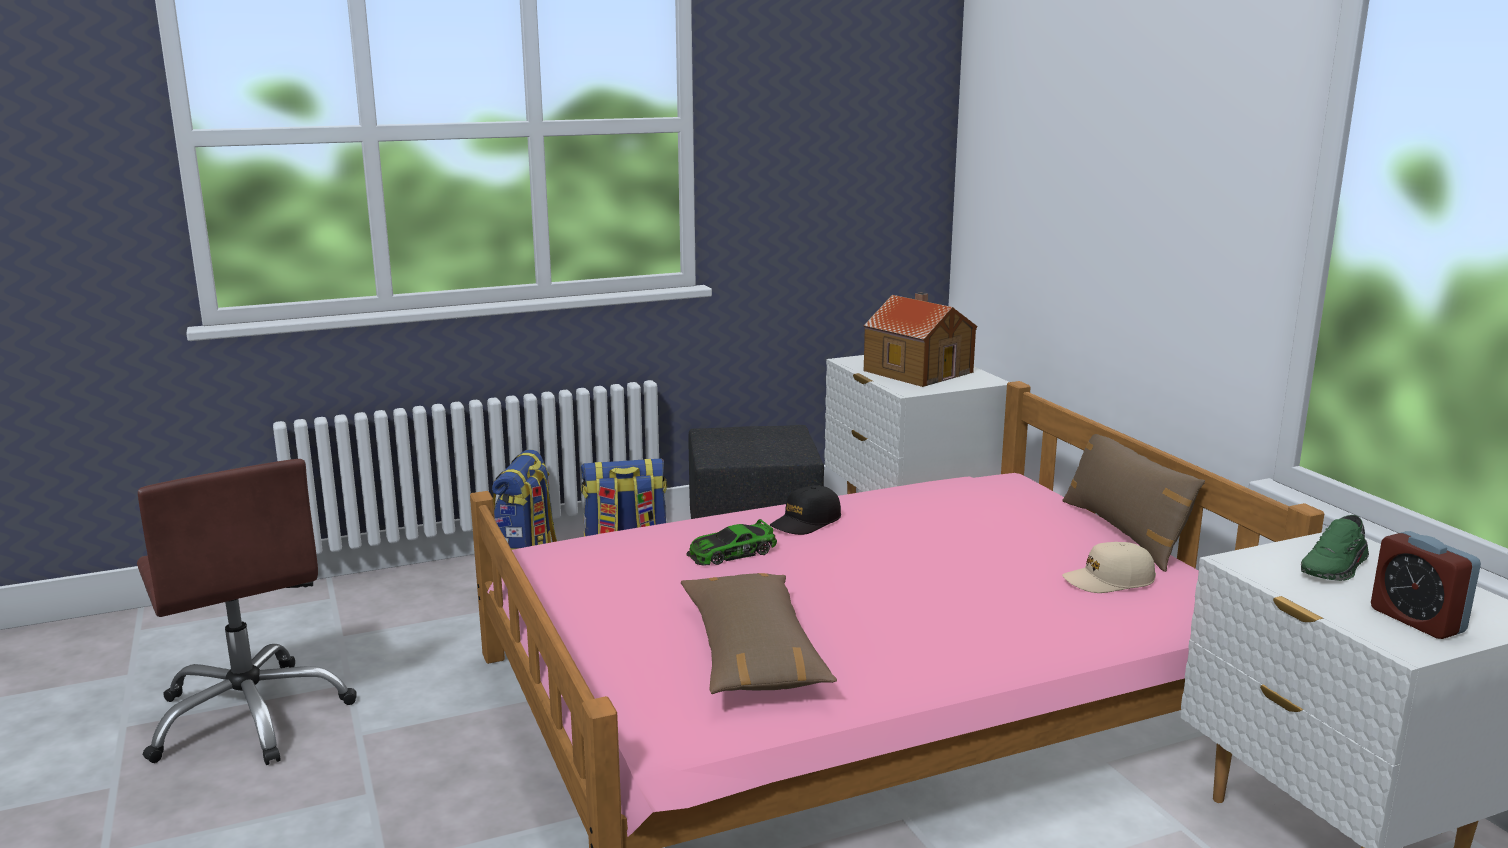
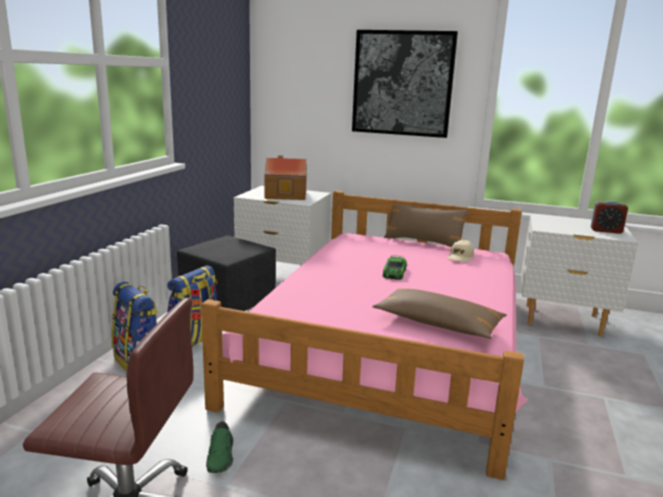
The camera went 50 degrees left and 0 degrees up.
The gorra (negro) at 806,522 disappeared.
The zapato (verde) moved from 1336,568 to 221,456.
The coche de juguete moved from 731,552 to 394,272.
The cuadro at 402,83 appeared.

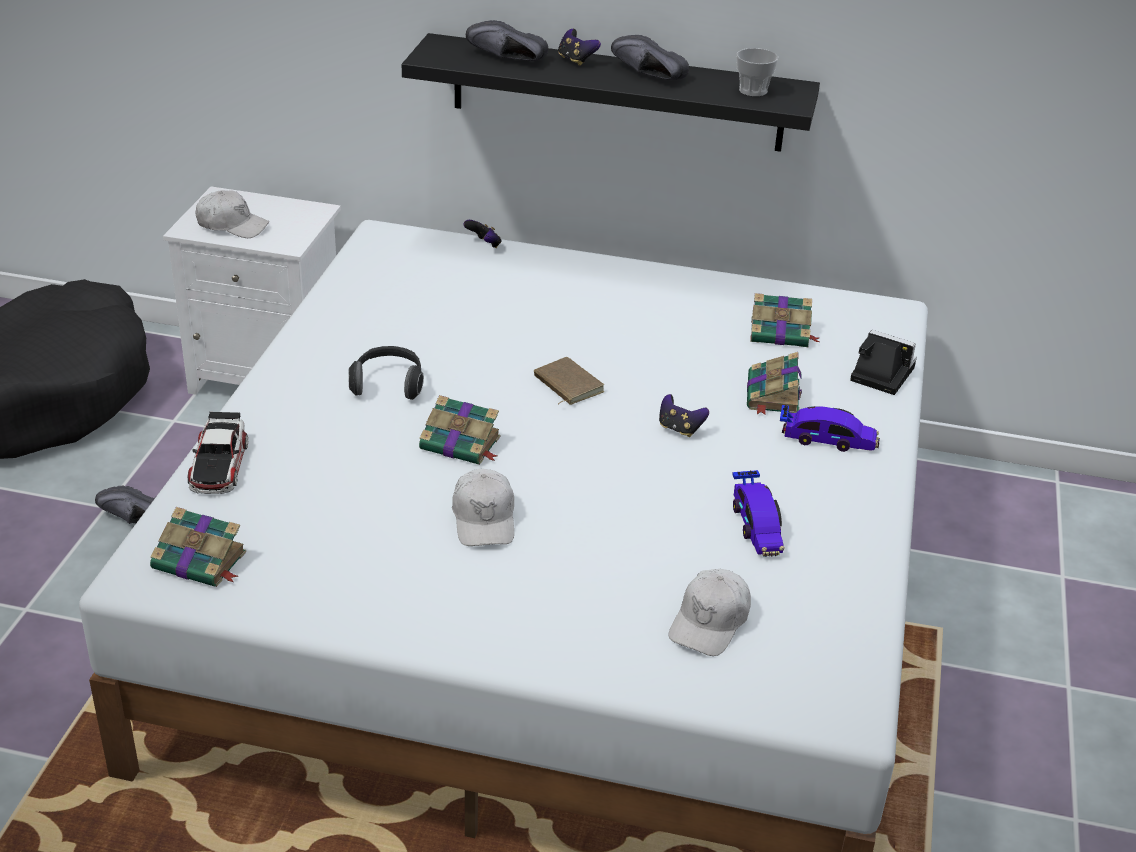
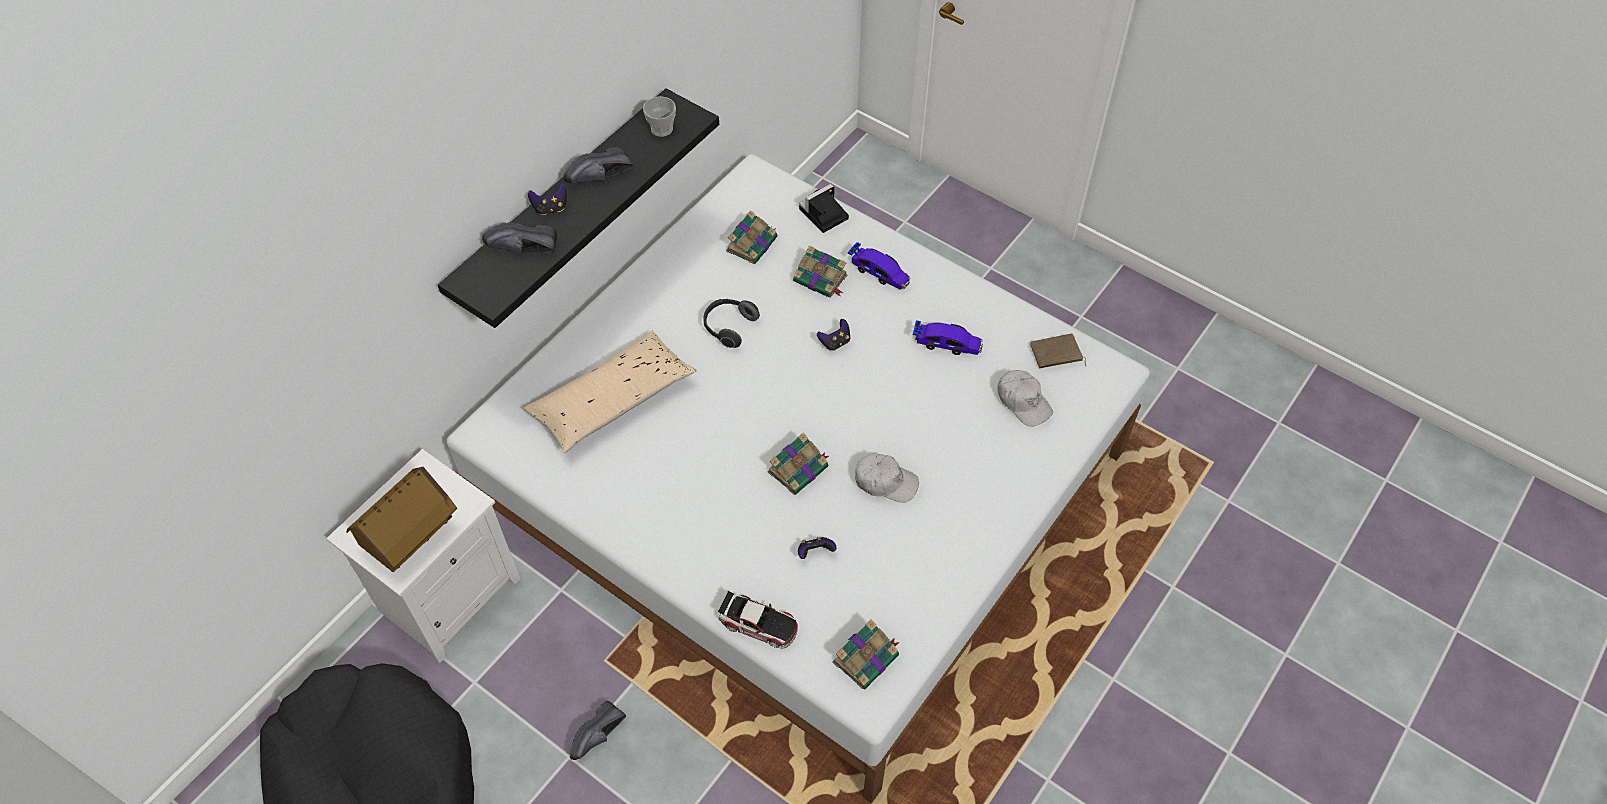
The camera went 65 degrees left and 20 degrees up.
The zapato (negro) at 505,59 turned 45 degrees clockwise.
The gorra (blanco) at 232,225 was replaced by the casita at 411,537.
The mando de consola moved from 484,245 to 815,552.
The auriculares moved from 388,384 to 728,327.
The libro (marrón) moved from 566,385 to 1056,354.
The coche de juguete at 827,439 turned 90 degrees clockwise.
The cojín (beis) at 612,400 appeared.

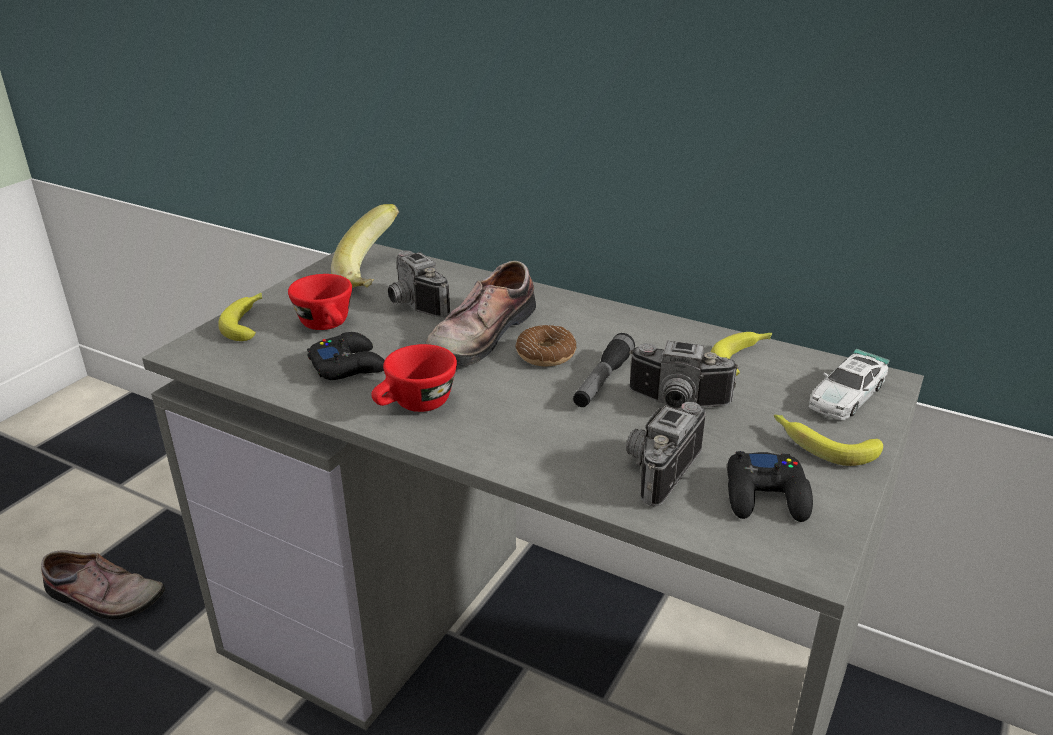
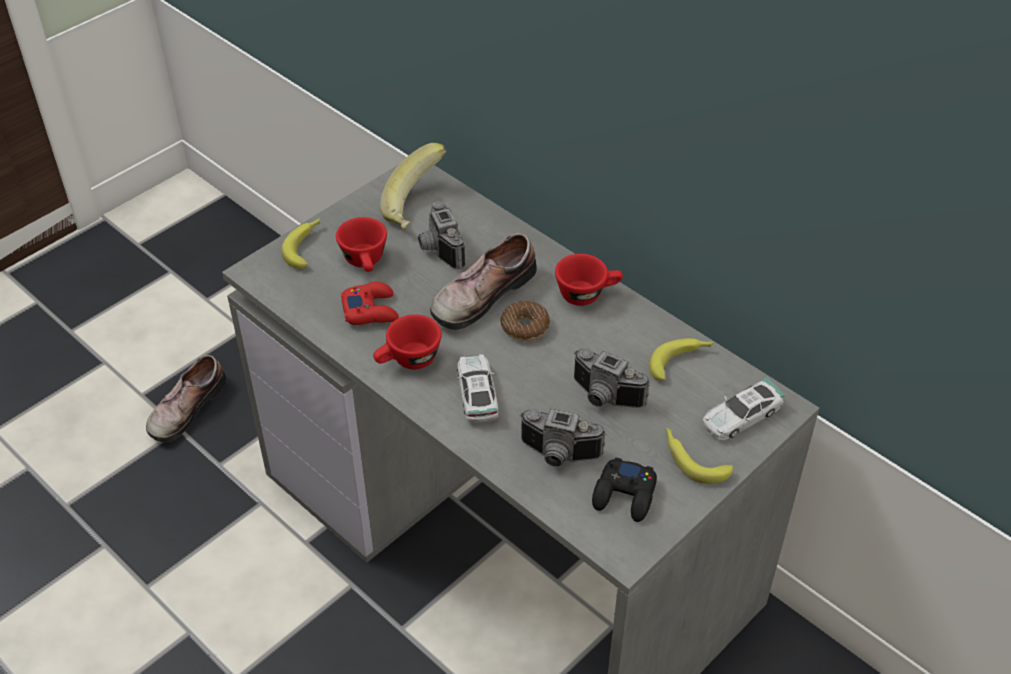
The camera went 15 degrees right and 15 degrees up.
The mando de consola (negro) at 348,365 became the mando de consola (rojo) at 371,310.
The linterna at 602,380 disappeared.
The cámara at 655,469 turned 120 degrees counterclockwise.
The zapato at 103,598 turned 90 degrees clockwise.
The taza (rojo) at 587,293 appeared.
The coche de juguete at 477,393 appeared.

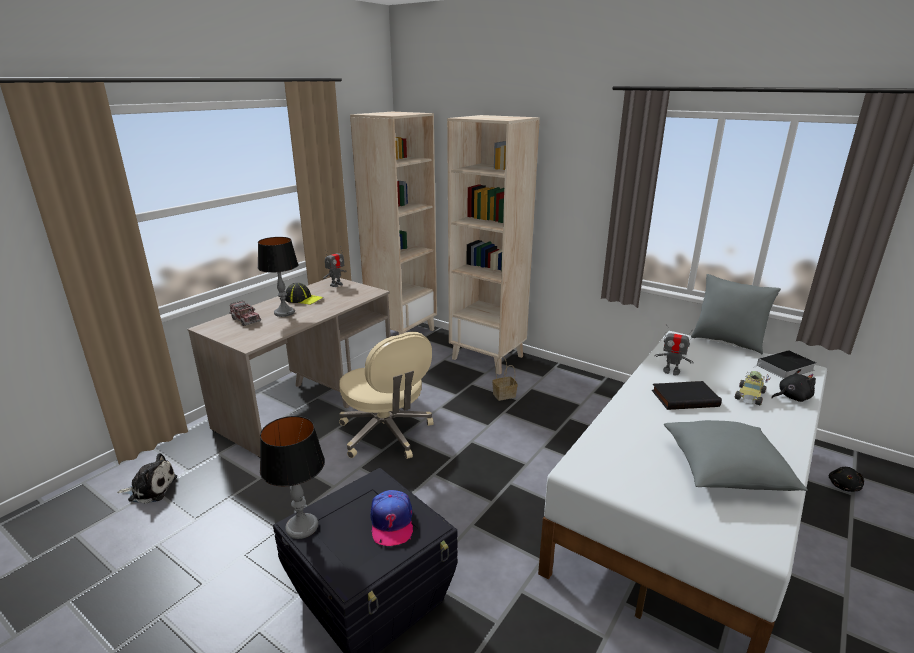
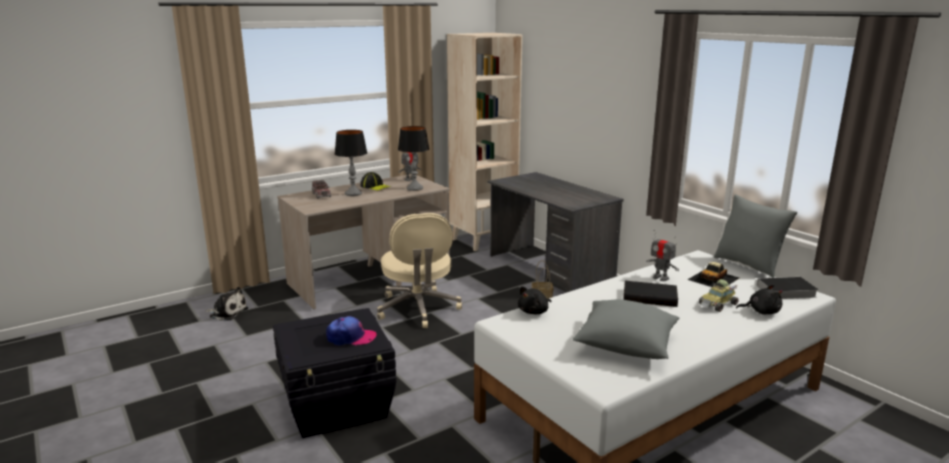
The camera went 20 degrees right and 5 degrees down.
The estantería (beis) at 488,357 was replaced by the escritorio (gris) at 549,269.
The lámpara de mesa moved from 302,527 to 414,188.
The peluche (negro) moved from 843,486 to 534,312.
The gorra at 391,522 turned 105 degrees counterclockwise.
The coche de juguete at 714,278 appeared.

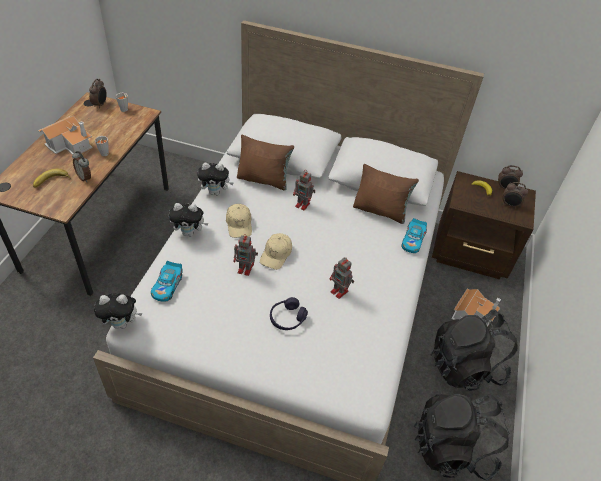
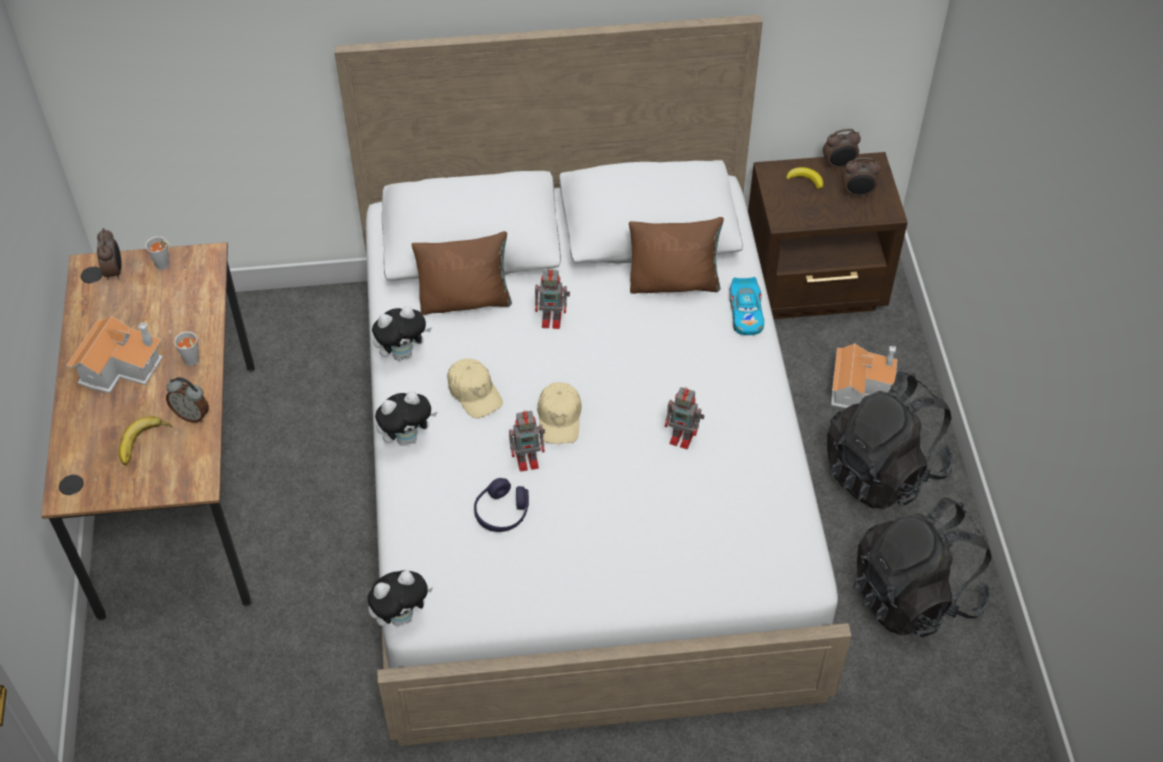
The camera went 20 degrees left and 5 degrees up.
The coche de juguete at 167,286 disappeared.
The auriculares (morado) moved from 287,318 to 502,512.

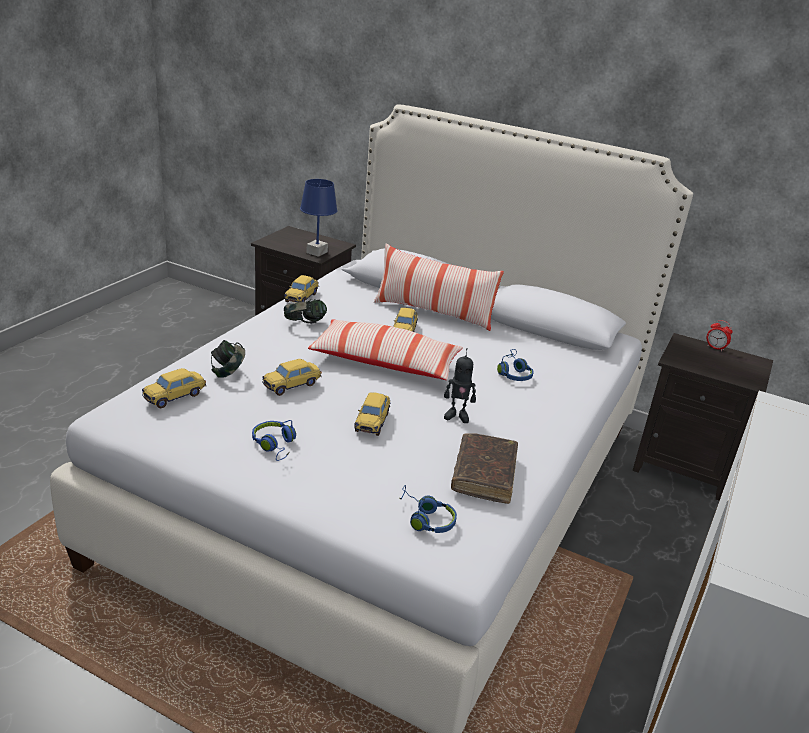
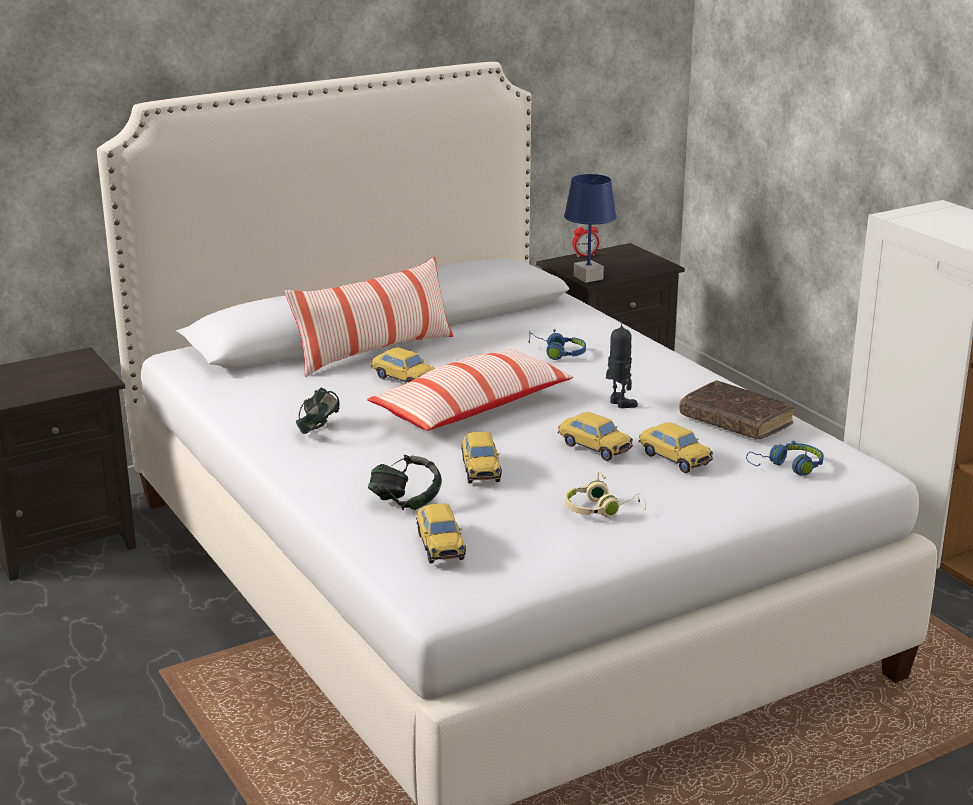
The camera went 55 degrees left and 5 degrees down.
The lámpara de mesa (azul) moved from 317,252 to 587,277.
The coche de juguete moved from 301,297 to 674,459.
The robot de juguete at 457,416 turned 75 degrees counterclockwise.
The auriculares (azul) at 275,445 became the auriculares (beis) at 601,509.

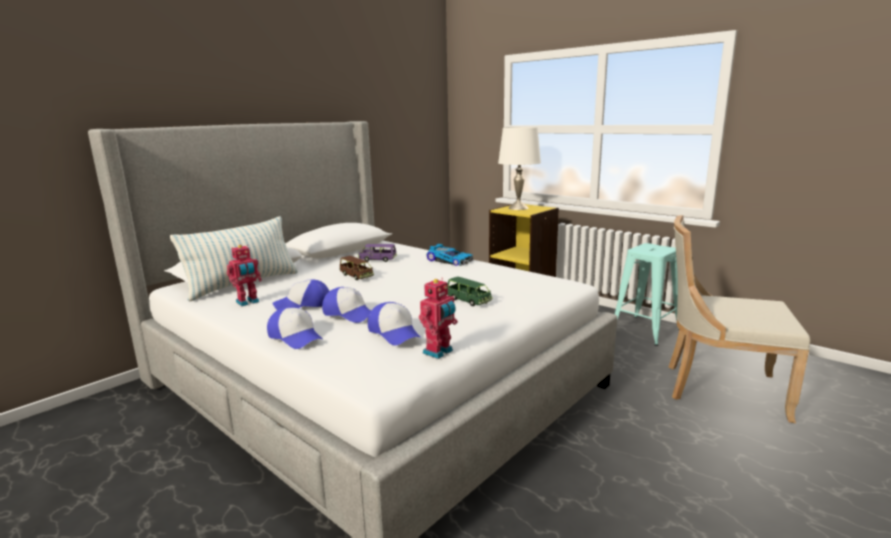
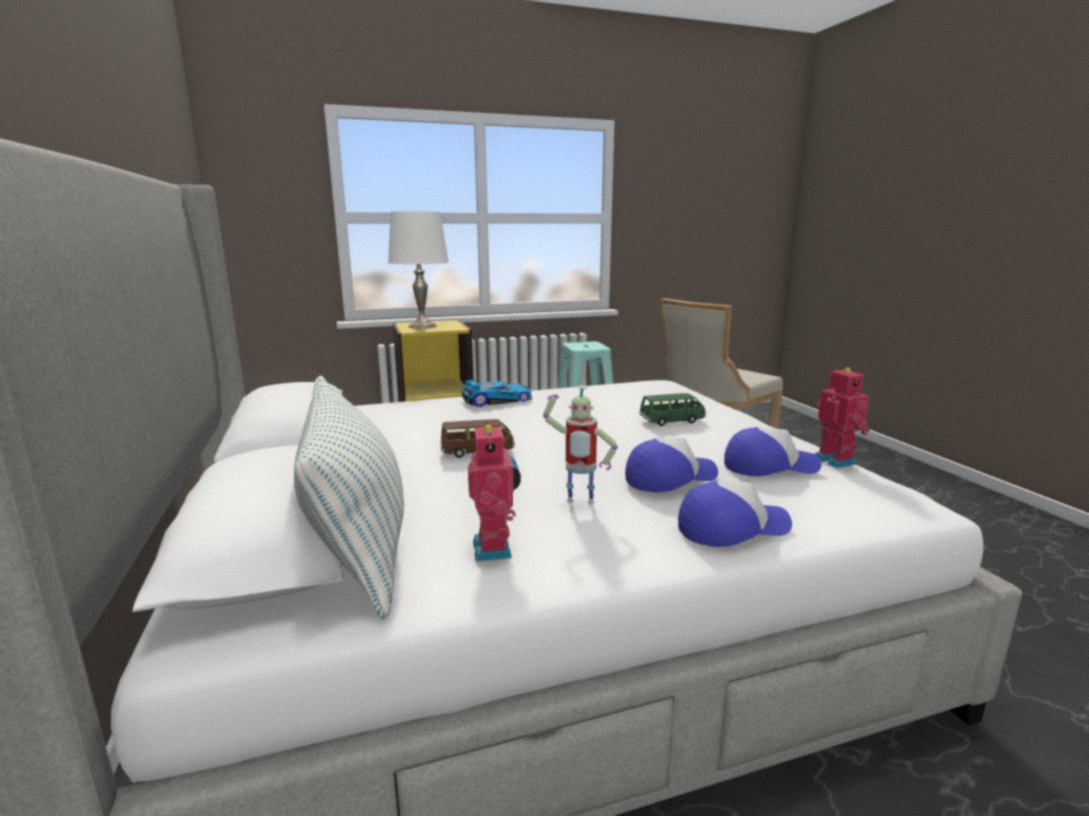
The camera went 60 degrees left and 0 degrees up.
The coche de juguete (morado) at 377,259 disappeared.
The gorra at 303,304 was replaced by the robot de juguete at 579,503.

